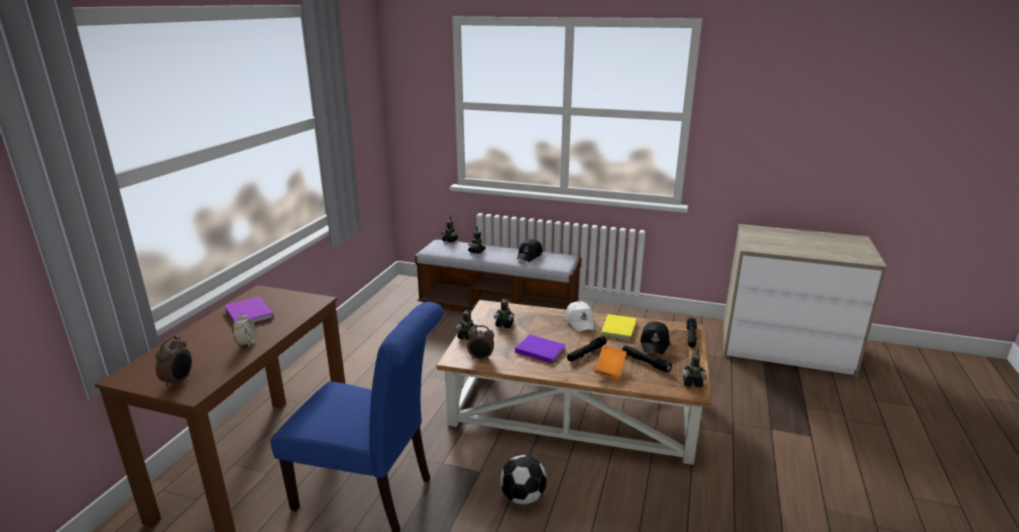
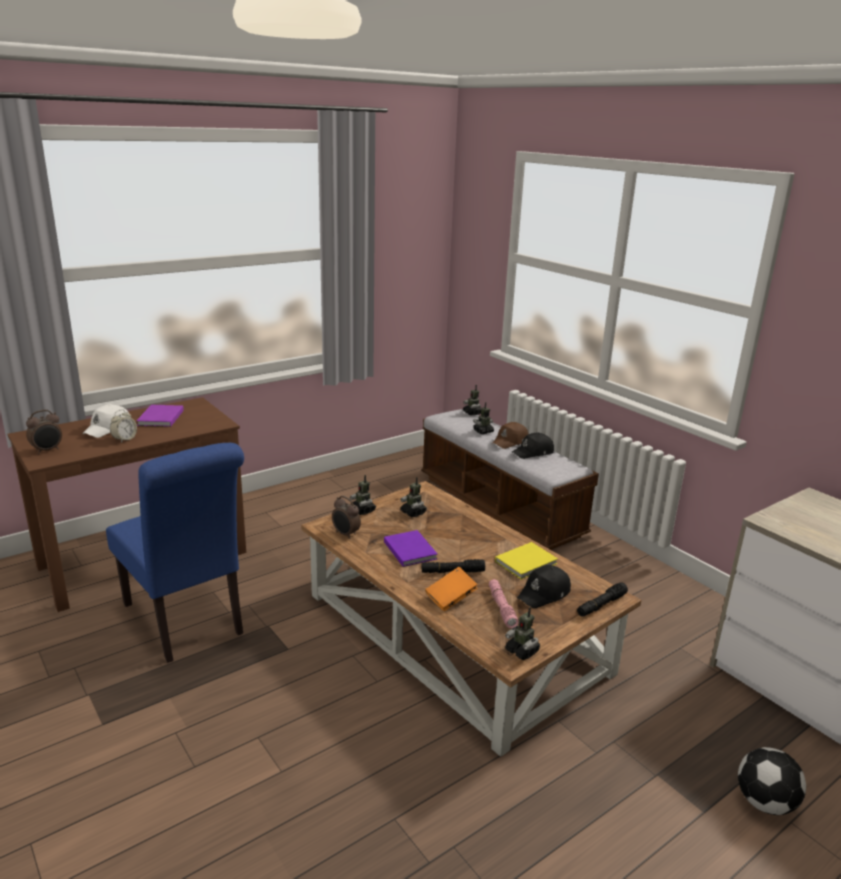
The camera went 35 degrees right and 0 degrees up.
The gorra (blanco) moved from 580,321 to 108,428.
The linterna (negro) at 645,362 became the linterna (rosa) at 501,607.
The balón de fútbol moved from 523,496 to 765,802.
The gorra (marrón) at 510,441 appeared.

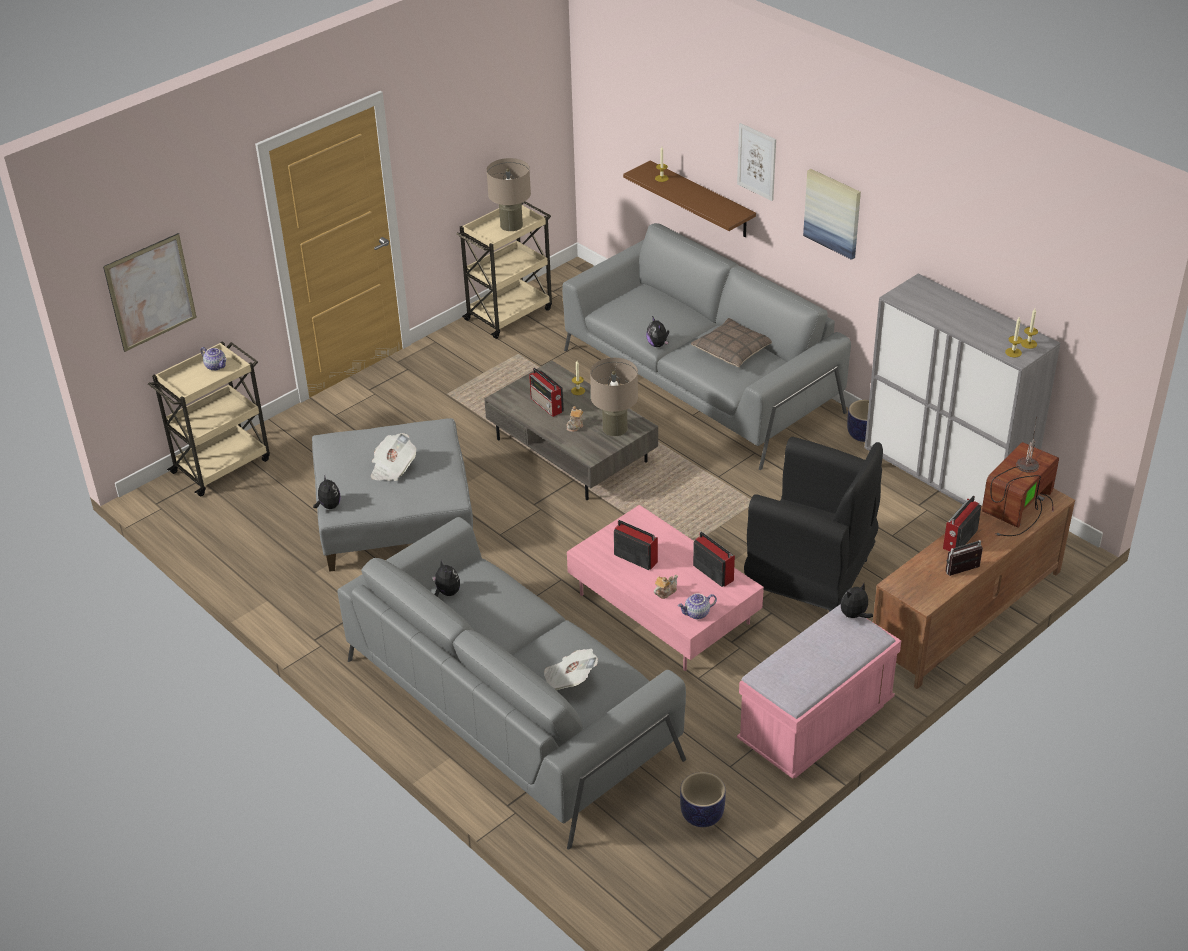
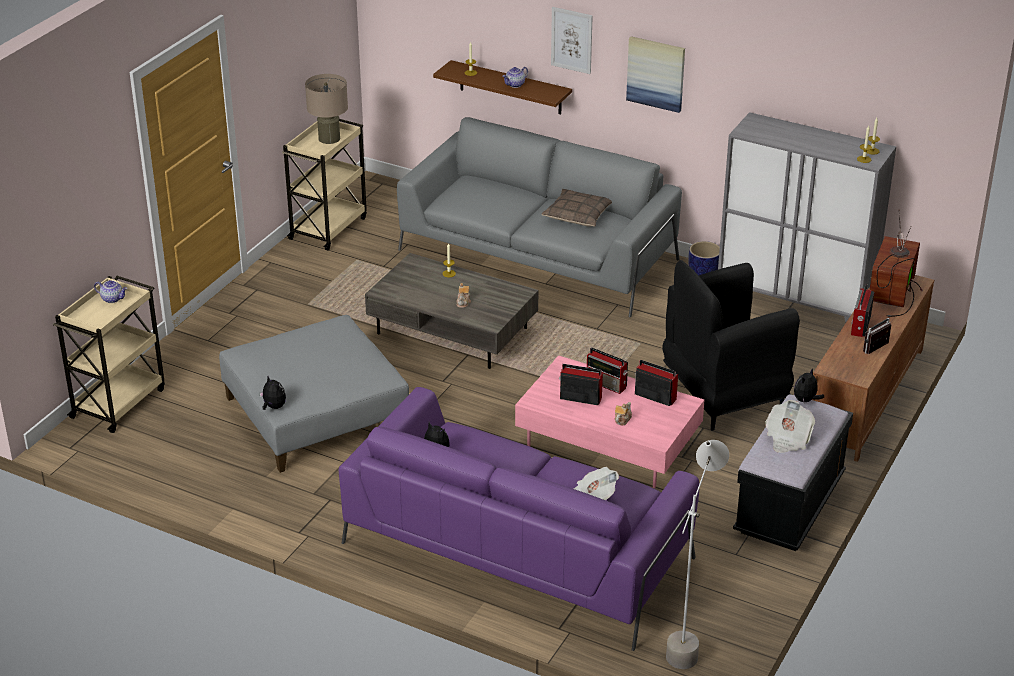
The camera went 20 degrees left and 5 degrees down.
The cuadro at 150,292 disappeared.
The peluche at 658,345 disappeared.
The lámpara de mesa (beis) at 615,428 disappeared.
The radio moved from 547,405 to 607,384.
The periódico moved from 392,468 to 787,438.
The sillón (negro) at 811,580 turned 150 degrees clockwise.
The sofá (gris) at 511,708 became the sofá (morado) at 517,550.
The tetera moved from 697,614 to 515,85.
The banco (rosa) at 816,724 became the banco (negro) at 789,506.
The maceta at 702,815 disappeared.
The lámpara de pie (gris) at 689,639 appeared.

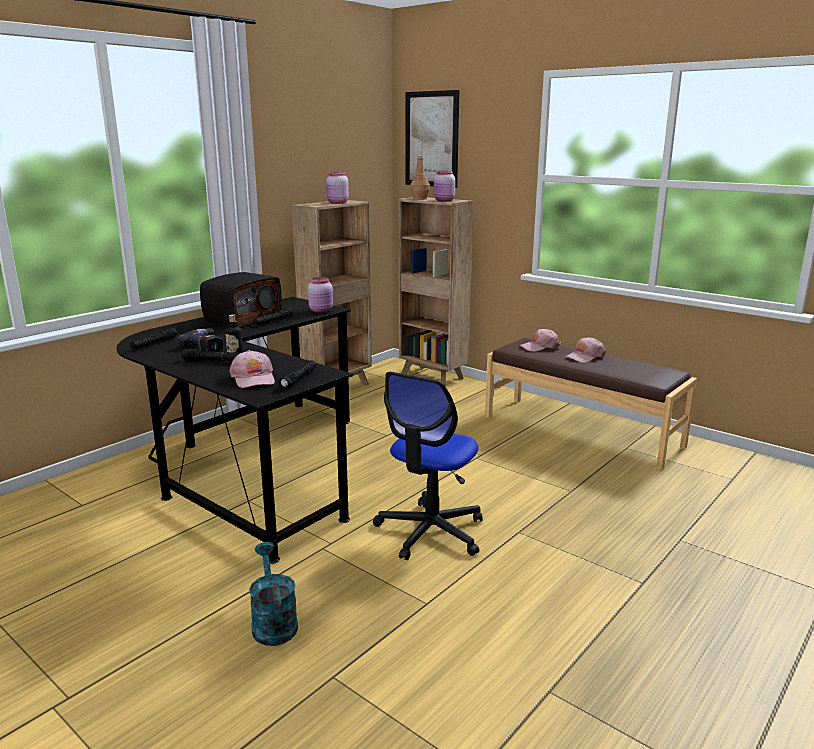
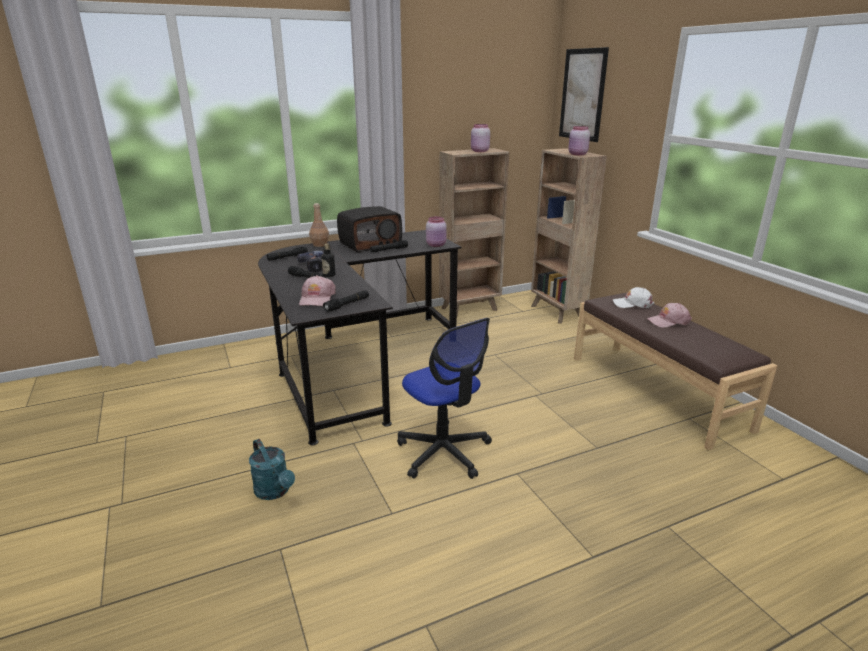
The camera went 25 degrees right and 5 degrees up.
The botella (marrón) moved from 419,199 to 319,245.
The gorra (rosa) at 540,347 became the gorra (blanco) at 632,304.
The silla de oficina at 430,532 turned 90 degrees counterclockwise.
The regadera (turquesa) at 273,622 turned 135 degrees clockwise.

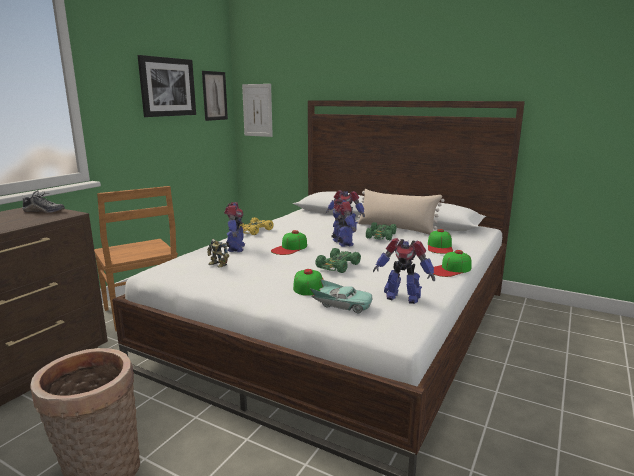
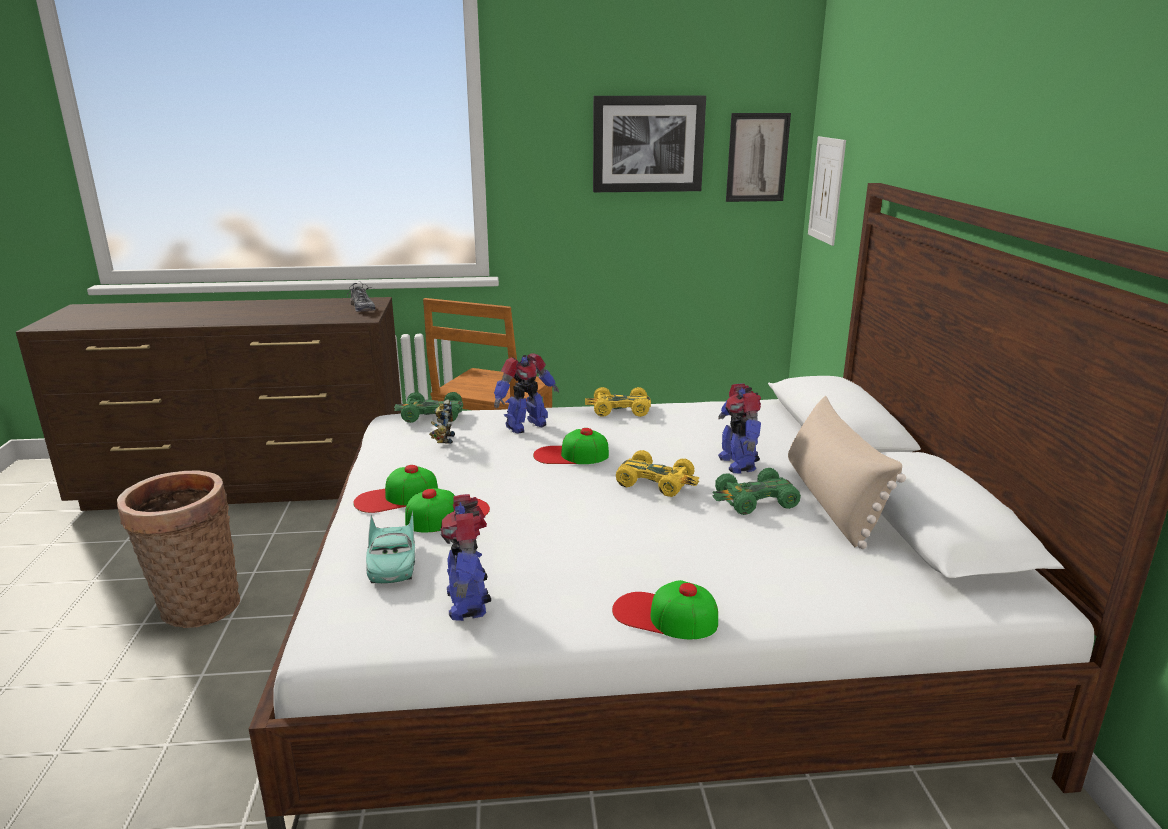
The camera went 55 degrees right and 5 degrees up.
The robot de juguete at 342,243 was replaced by the coche de juguete (amarillo) at 656,482.
The gorra moved from 440,247 to 396,497.
The coche de juguete (verde) moved from 338,266 to 431,415.

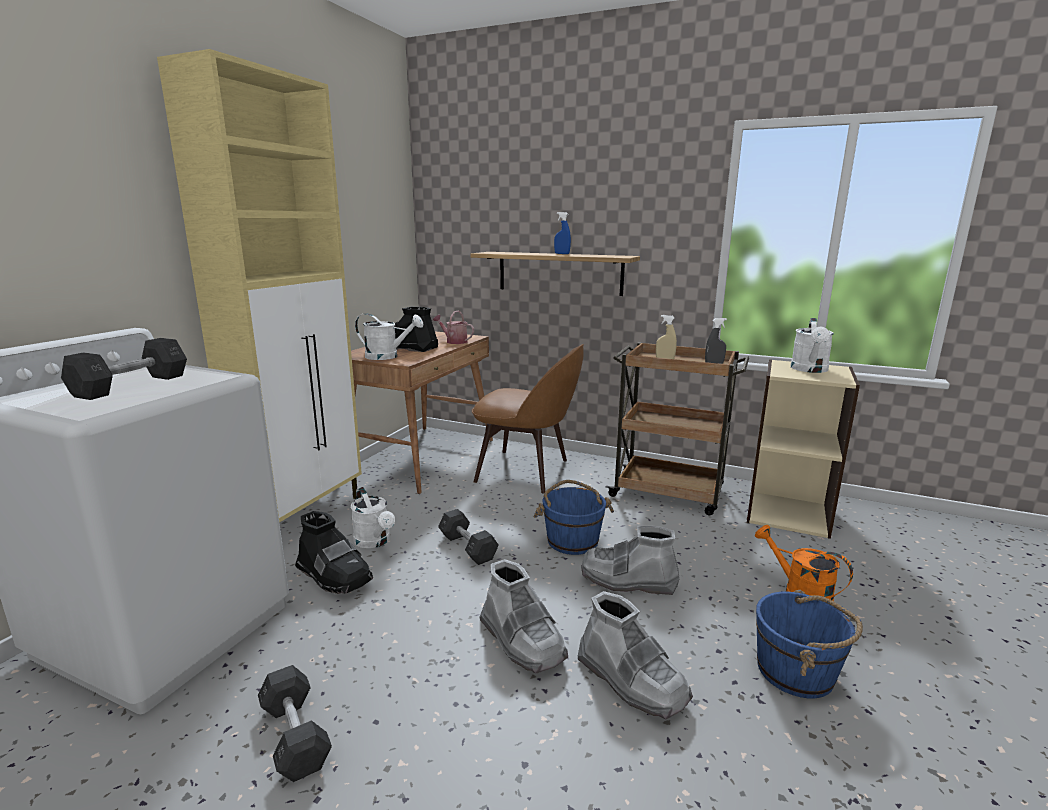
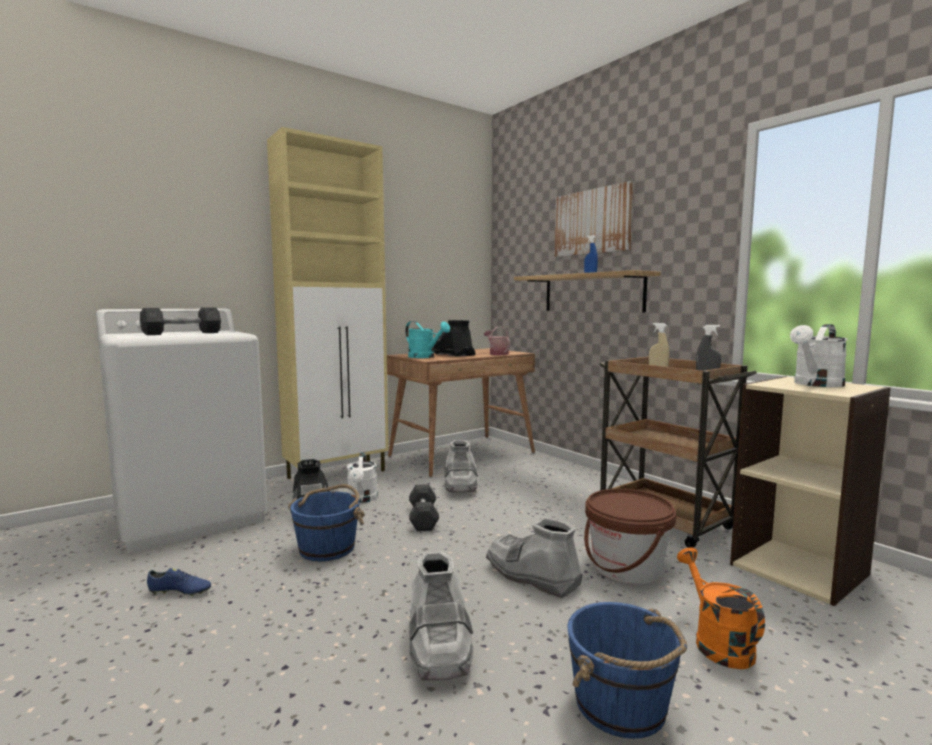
The camera went 30 degrees right and 10 degrees down.
The regadera (blanco) at 387,356 became the regadera (turquesa) at 425,357.
The silla (marrón) at 527,471 disappeared.
The cubo (azul) moved from 572,540 to 328,548.
The bota (gris) moved from 522,641 to 460,486.
The mancuerna (gris) at 295,736 was replaced by the zapato (azul) at 179,592.
The cuadro at 592,222 appeared.
The cubo (marrón) at 627,567 appeared.

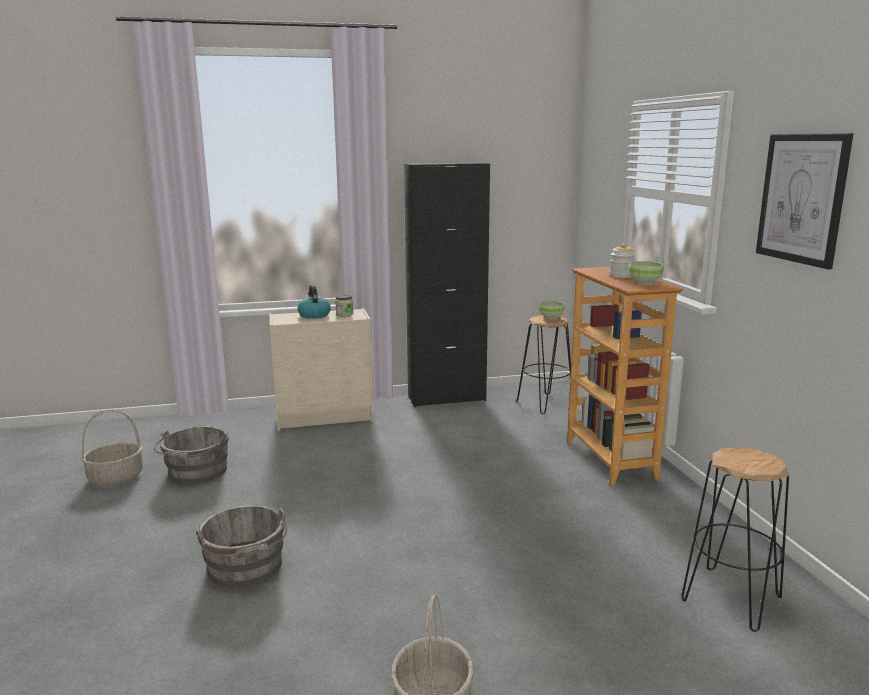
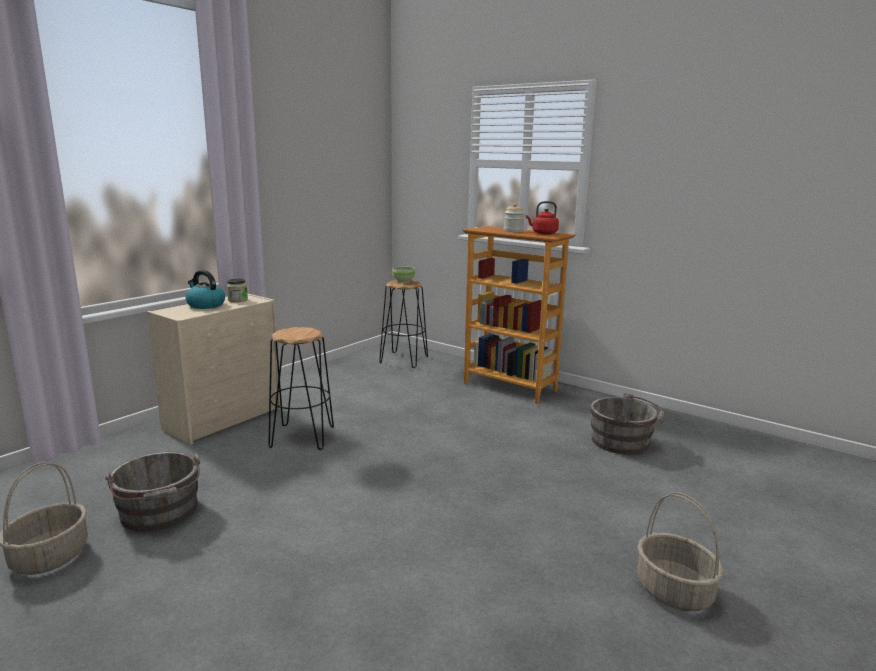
The camera went 40 degrees left and 0 degrees up.
The cuadro at 802,198 disappeared.
The armario (negro) at 446,398 disappeared.
The cuenco (verde) at 643,283 was replaced by the hervidor (rojo) at 543,233.
The taburete (negro) moved from 730,599 to 302,437.
The cubo (gris) moved from 246,568 to 624,442.

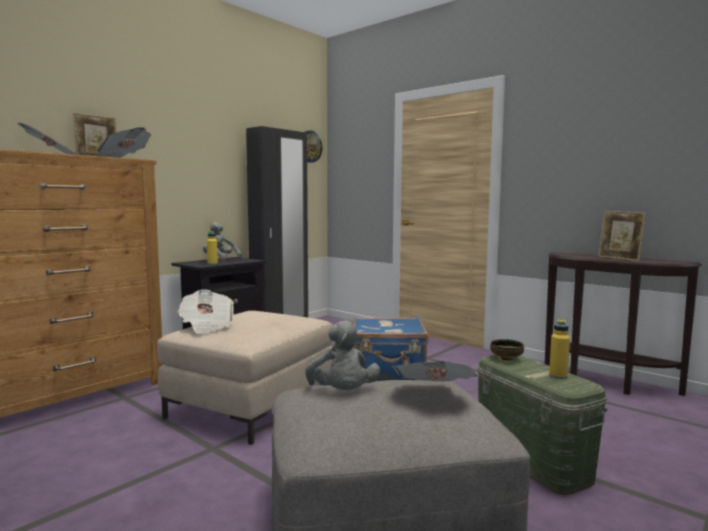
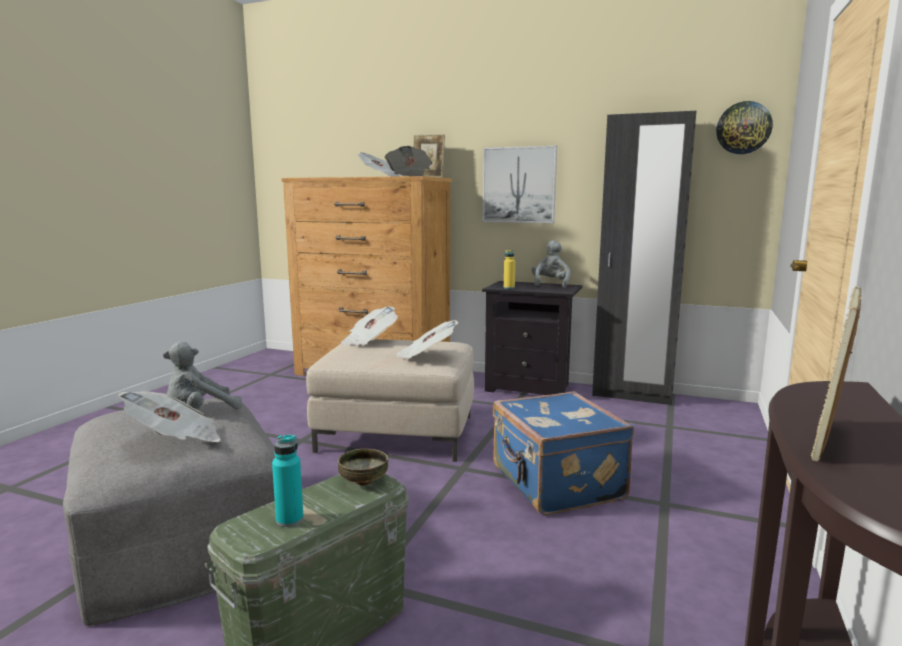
The camera went 70 degrees right and 5 degrees up.
The botella (amarillo) at 558,376 became the botella (turquesa) at 289,520.
The cuadro at 519,185 appeared.
The periódico at 426,356 appeared.

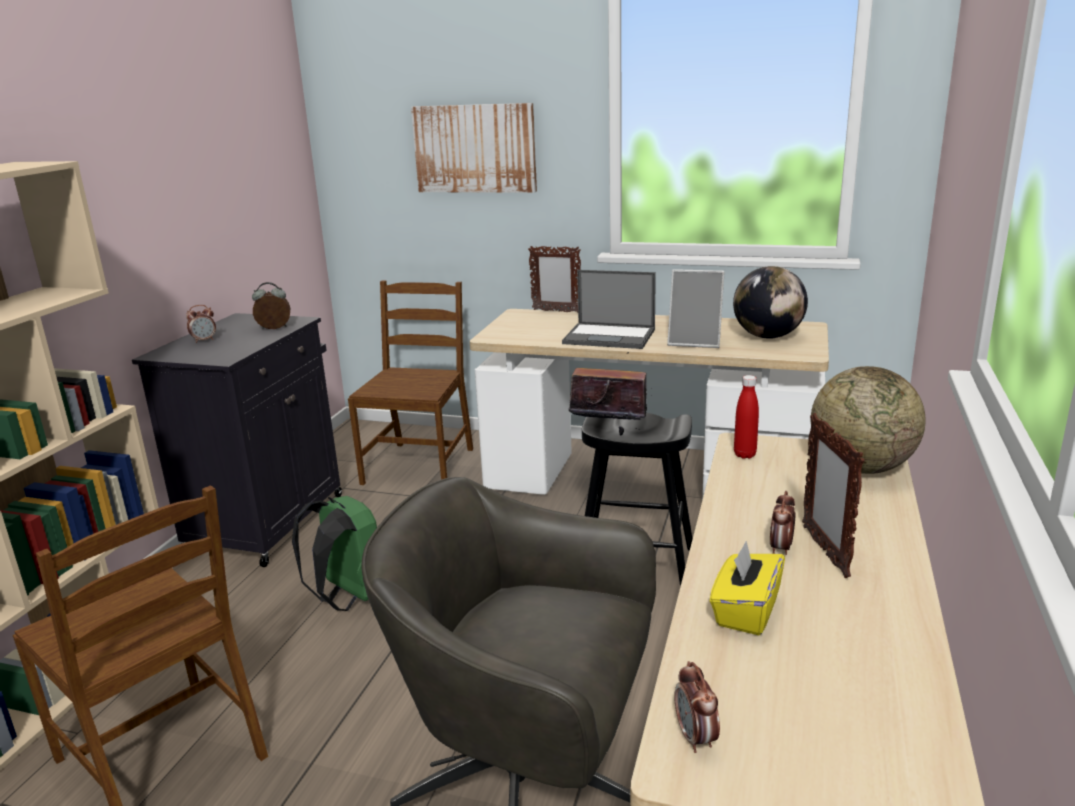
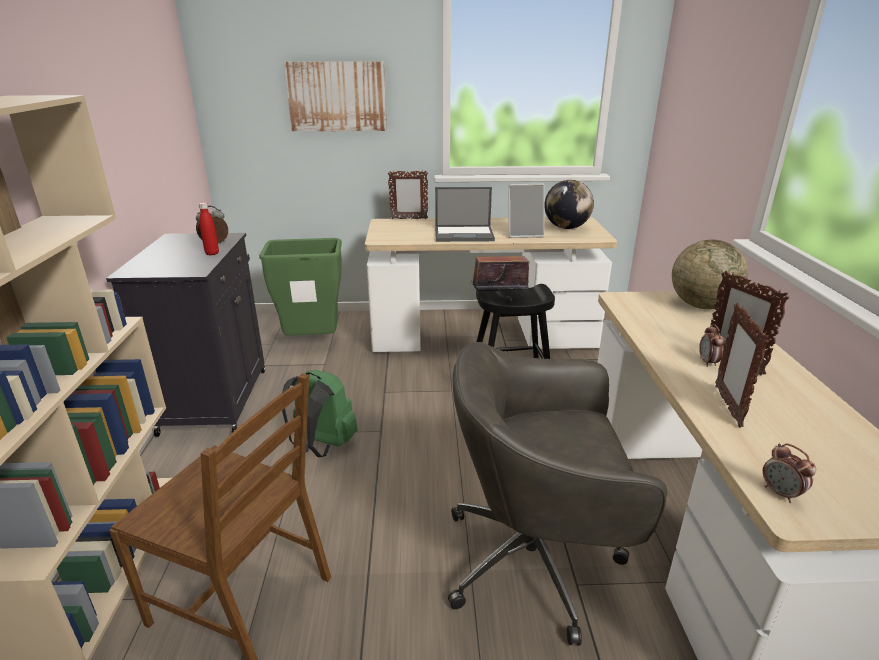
The camera went 20 degrees left and 5 degrees up.
The silla (marrón) at 420,465 was replaced by the papelera (verde) at 313,341.
The despertador at 204,340 disappeared.
The botella (rojo) moved from 744,455 to 212,253.
The caja de pañuelos (amarillo) at 745,611 was replaced by the portarretratos at 727,406.

